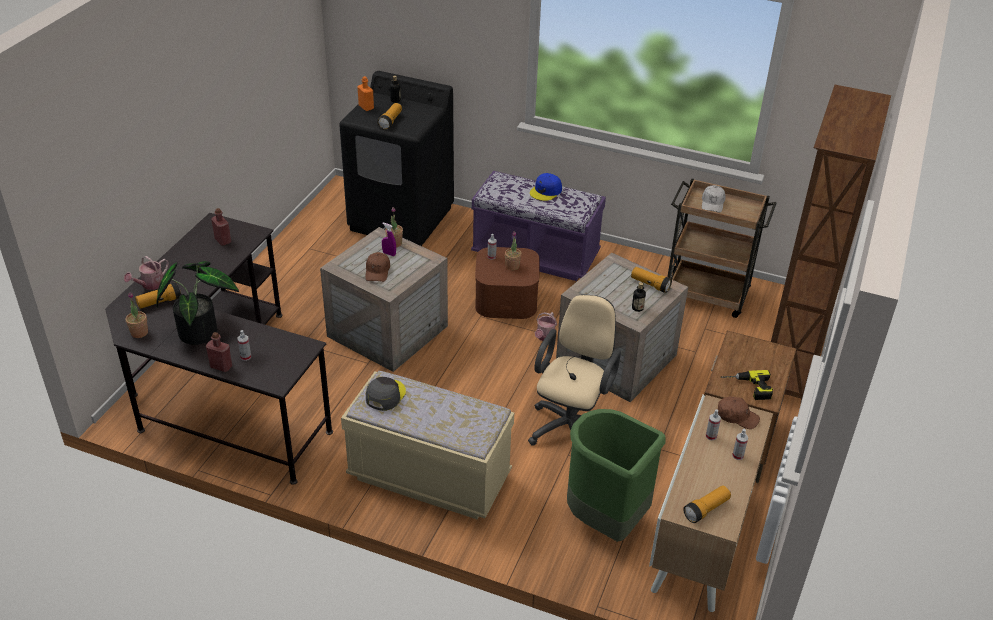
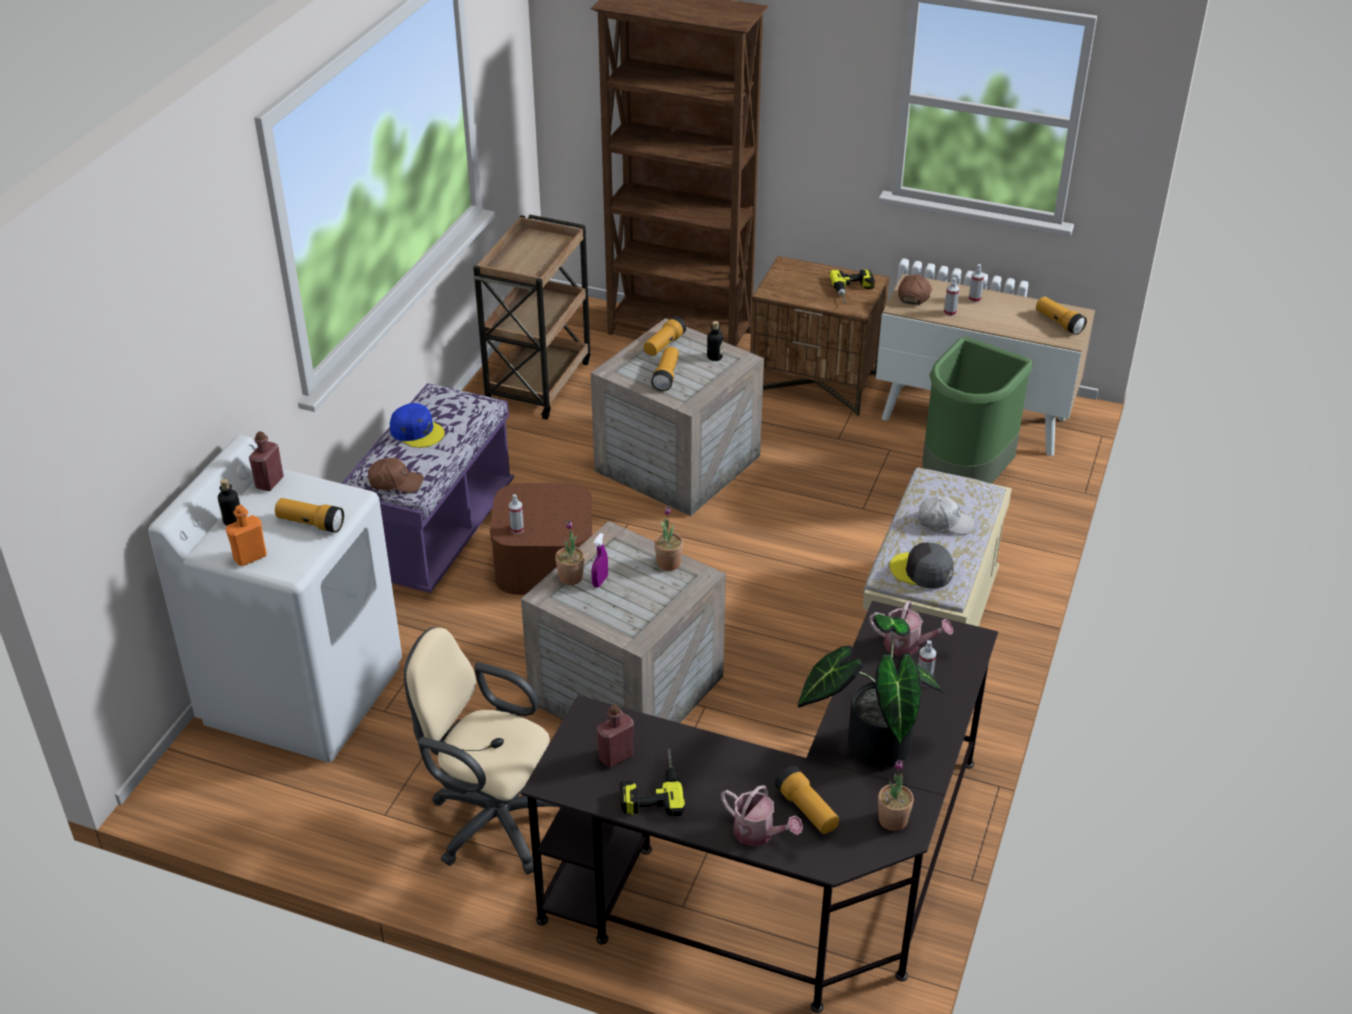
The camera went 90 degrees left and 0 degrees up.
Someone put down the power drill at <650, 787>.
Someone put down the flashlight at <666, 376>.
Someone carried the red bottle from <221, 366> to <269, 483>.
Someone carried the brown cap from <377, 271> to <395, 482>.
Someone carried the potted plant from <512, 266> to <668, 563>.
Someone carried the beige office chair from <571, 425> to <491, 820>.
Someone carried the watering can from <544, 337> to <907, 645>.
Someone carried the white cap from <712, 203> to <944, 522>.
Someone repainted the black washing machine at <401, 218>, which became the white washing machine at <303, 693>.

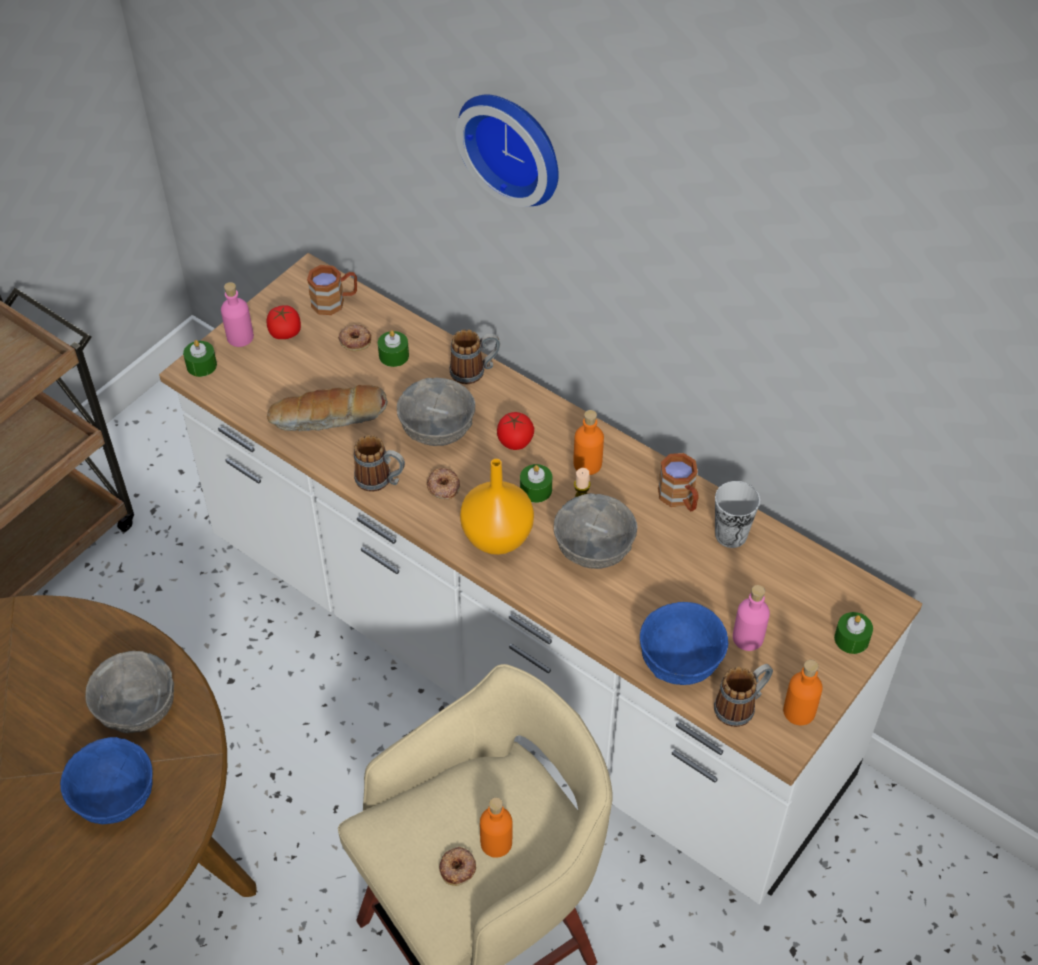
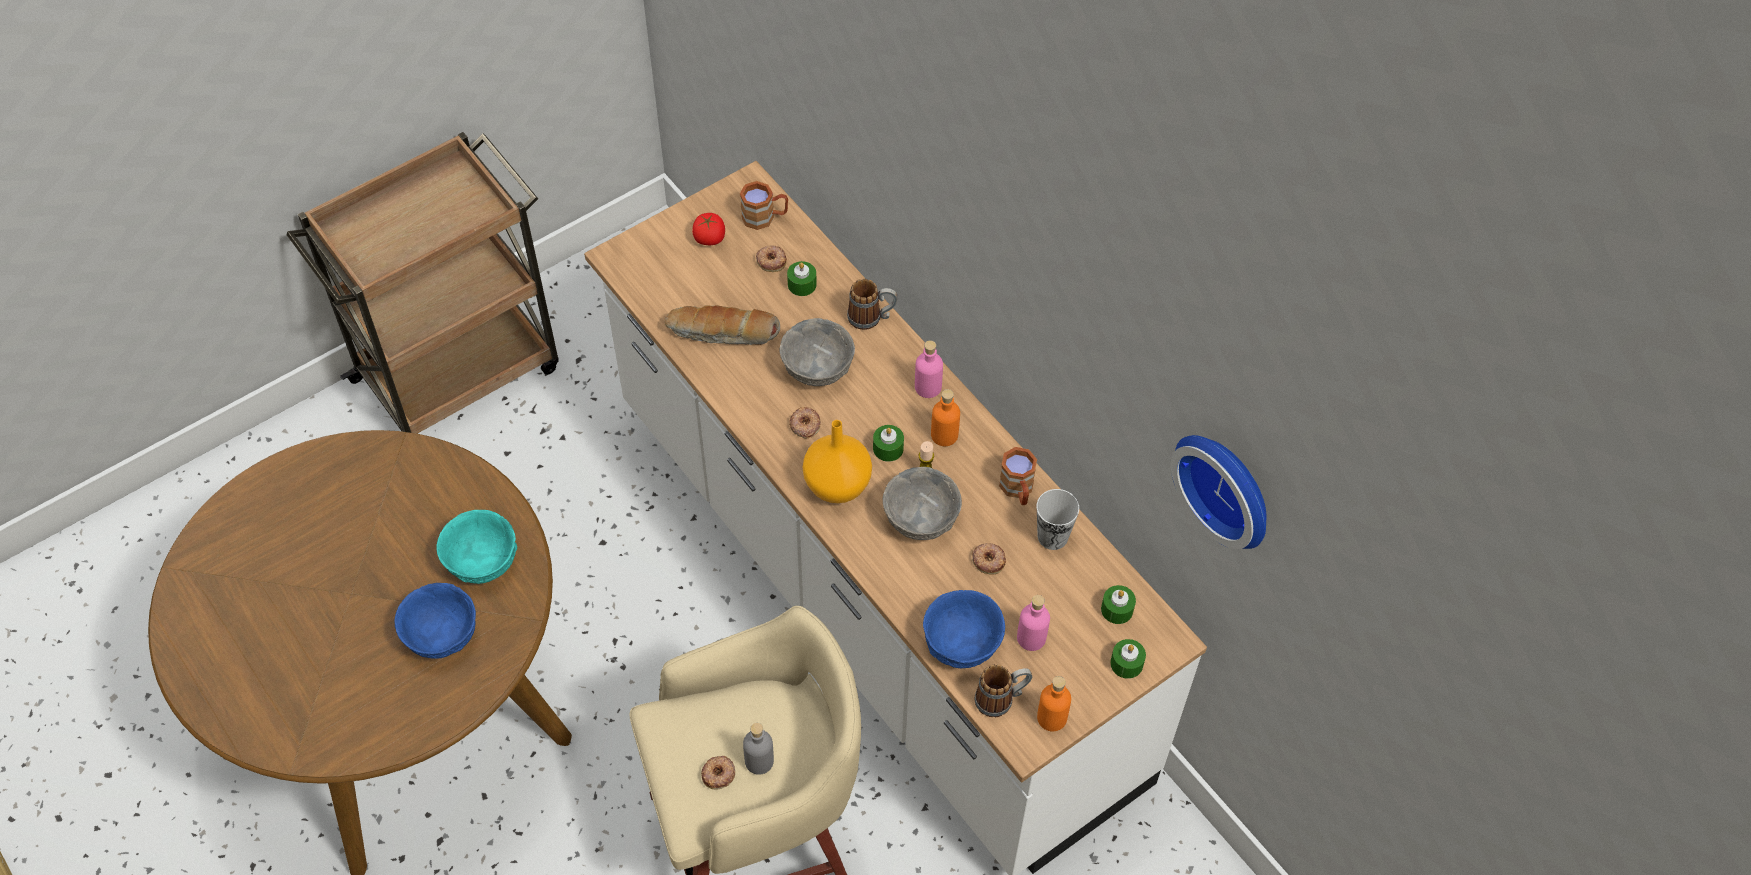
The camera went 15 degrees right and 5 degrees up.
Someone took away the mug at <380, 481>.
Someone took away the tomato at <515, 441>.
Someone put down the donut at <988, 560>.
Someone carried the green candle from <201, 365> to <1117, 609>.
Someone carried the pink bottle from <240, 337> to <928, 387>.
Someone carried the wall clock from <514, 145> to <1228, 486>.
Someone repainted the grey bowl at <137, 707>, which became the turquoise bowl at <482, 560>.
Someone repainted the orange bottle at <496, 843>, which became the grey bottle at <759, 761>.

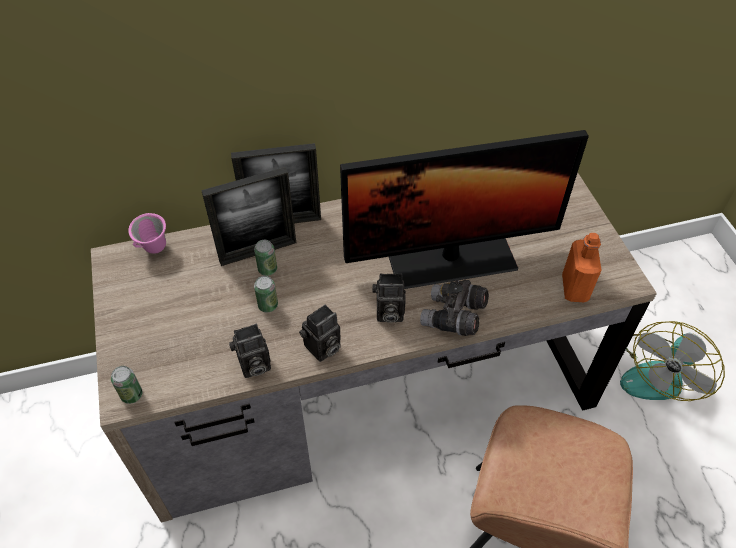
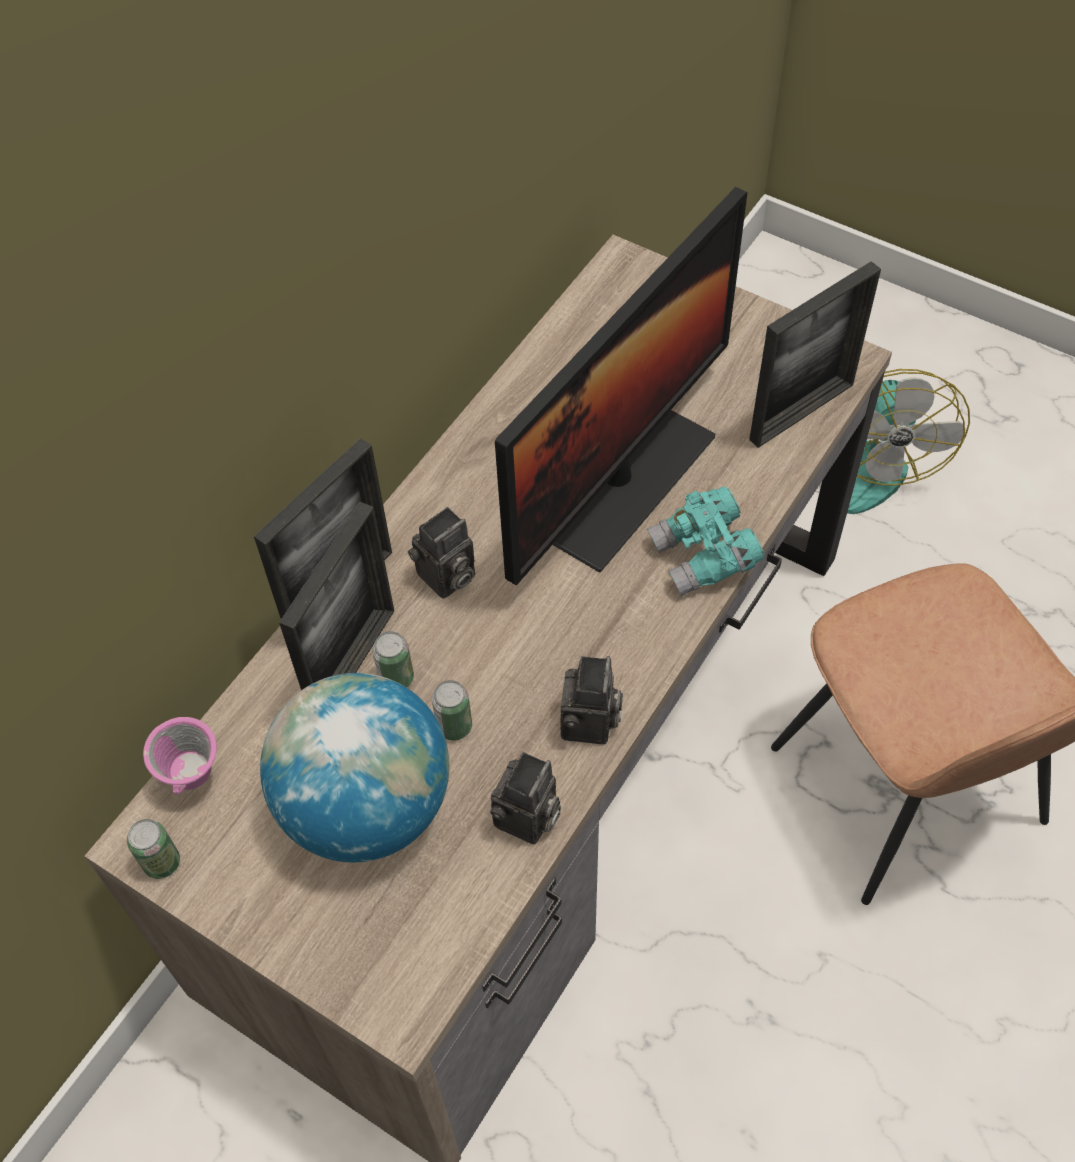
The camera went 40 degrees left and 5 degrees up.
Someone put down the globe at <366, 806>.
Someone carried the can from <132, 395> to <162, 862>.
Someone carried the photo camera from <388, 313> to <446, 578>.
Someone swapped the orange bottle at <574, 288> for the picture frame at <801, 412>.
Someone repainted the grey binoculars at <453, 317>, which became the turquoise binoculars at <704, 557>.

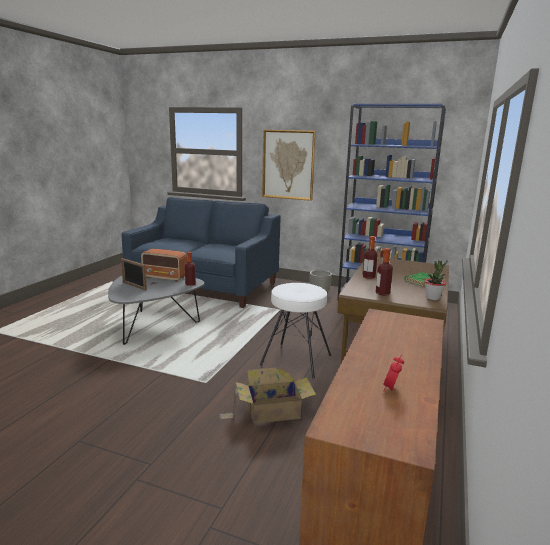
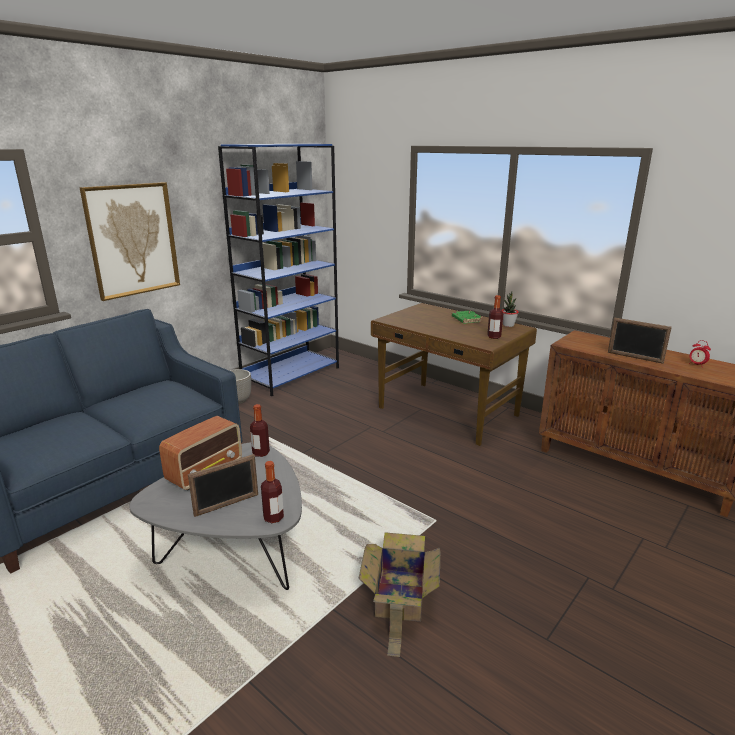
The camera went 70 degrees left and 5 degrees up.
Someone took away the white stool at <296, 359>.
Someone put down the picture frame at <634, 357>.
Someone carried the cardboard box from <271, 411> to <399, 597>.
Someone carried the bottle from <368, 277> to <273, 517>.

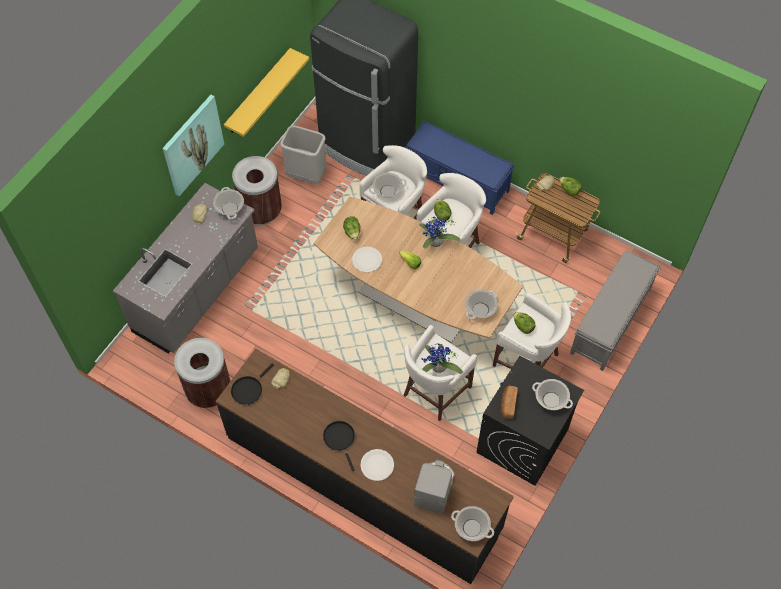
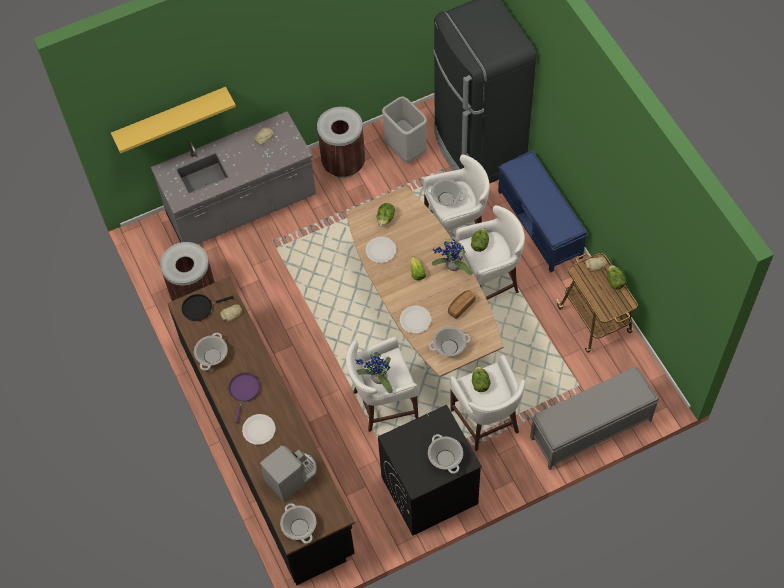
The camera went 35 degrees right and 0 degrees up.
Someone took away the picture at <192, 144>.
Someone put down the white plate at <415, 320>.
Someone carried the cooking pot from <230, 208> to <212, 356>.
Someone carried the yellow shelf from <258, 92> to <170, 116>.
Someone carried the bread from <508, 404> to <461, 306>.
Someone repainted the black frying pan at <340, 439>, which became the purple frying pan at <244, 391>.

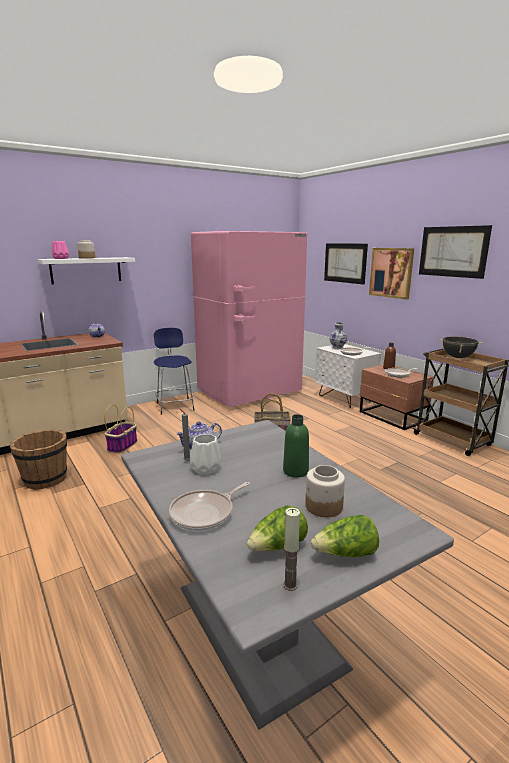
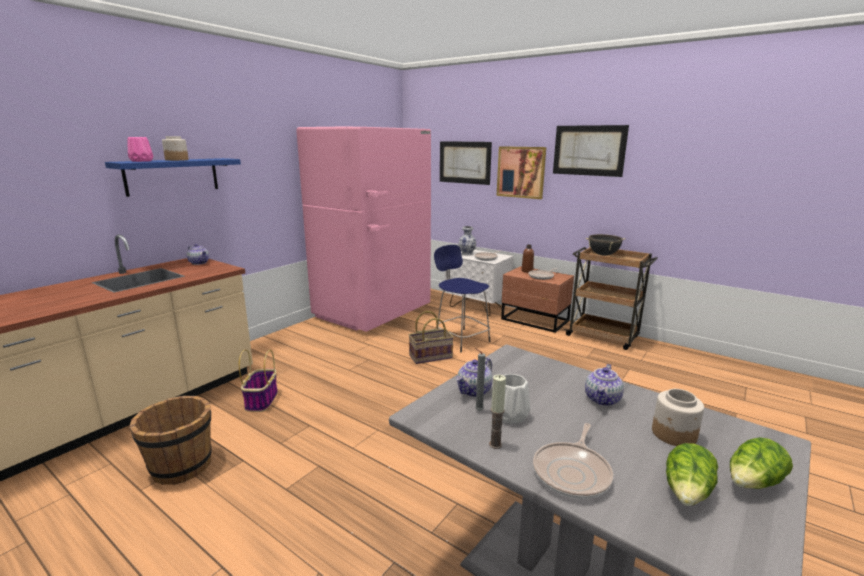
The camera went 20 degrees left and 0 degrees up.
Someone carried the blue stool from <175, 406> to <461, 339>.
Someone carried the candle from <290, 585> to <495, 444>.
Someone swapped the green bottle at <295, 471> for the teapot at <602, 399>.
Someone repainted the white shelf at <86, 270>, which became the blue shelf at <172, 176>.

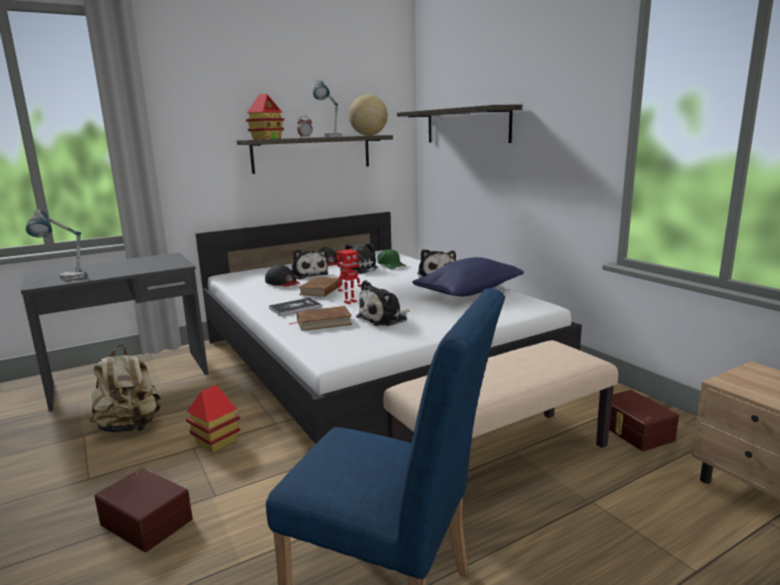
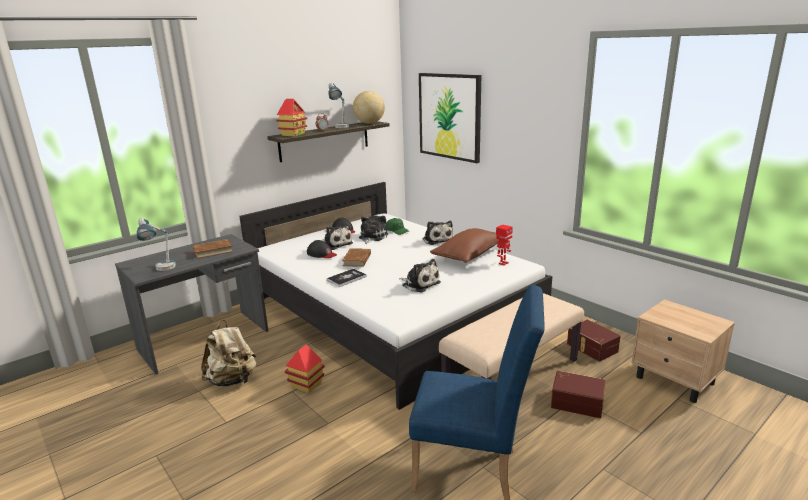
The camera went 10 degrees left and 5 degrees up.
Someone carried the brown storage box from <148, 520> to <577, 402>.
Someone carried the brown book from <323, 322> to <213, 251>.
Someone carried the toy robot from <350, 301> to <503, 263>.
Someone swapped the shelf at <466, 125> for the picture at <449, 116>.
Someone repainted the blue pillow at <469, 292>, which became the brown pillow at <469, 255>.
Someone rotated the plush toy at <384, 318> by 90 degrees counterclockwise.

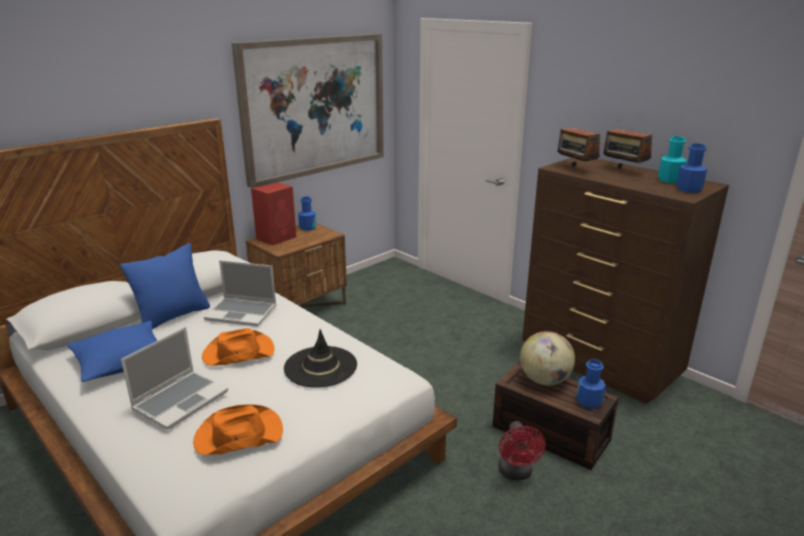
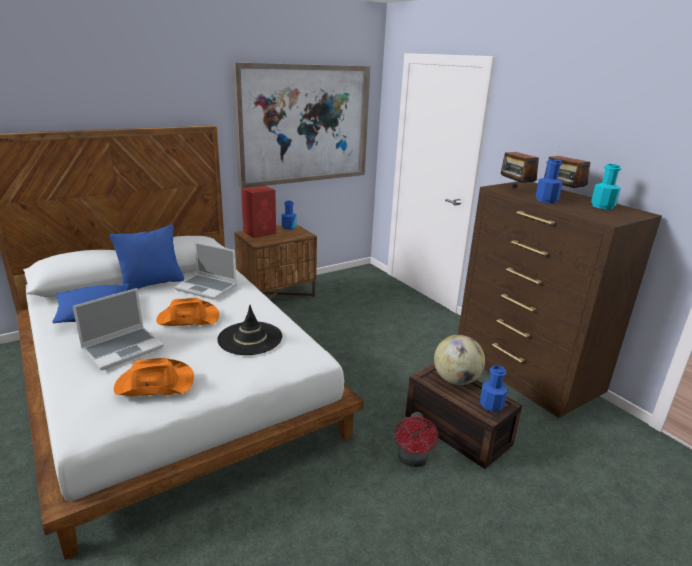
The camera went 10 degrees right and 0 degrees up.
Someone carried the blue bottle from <689, 189> to <546, 200>.

